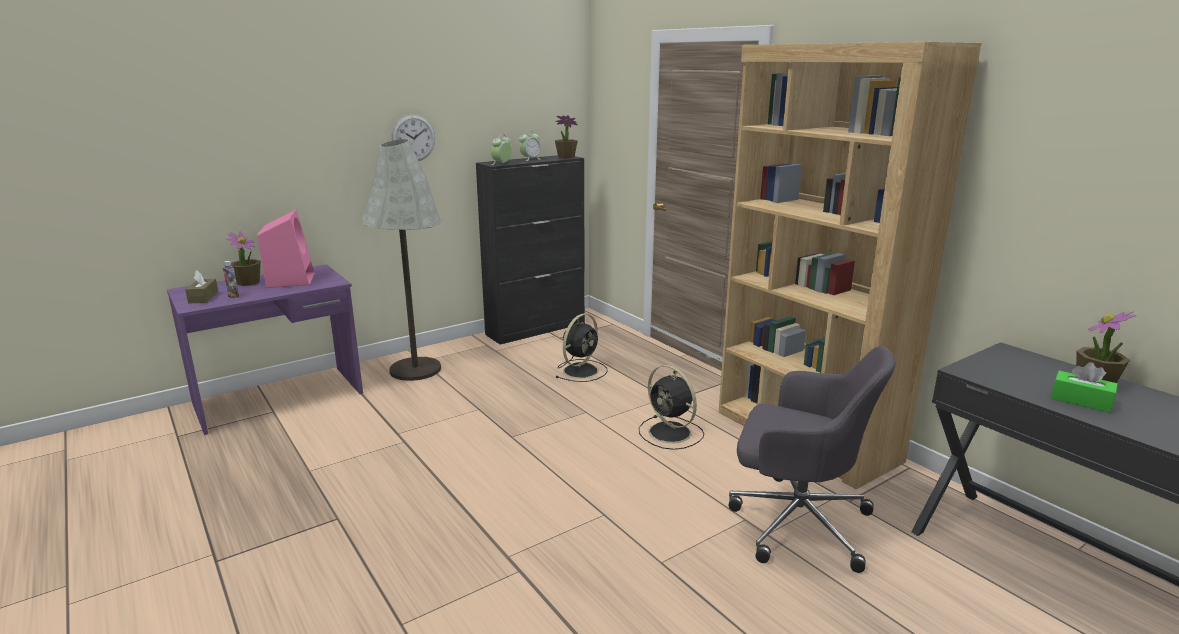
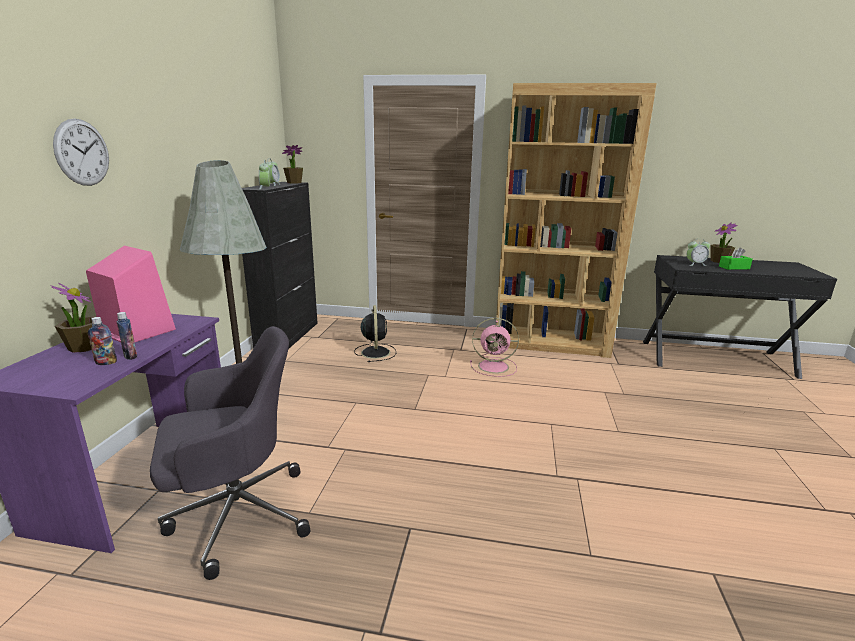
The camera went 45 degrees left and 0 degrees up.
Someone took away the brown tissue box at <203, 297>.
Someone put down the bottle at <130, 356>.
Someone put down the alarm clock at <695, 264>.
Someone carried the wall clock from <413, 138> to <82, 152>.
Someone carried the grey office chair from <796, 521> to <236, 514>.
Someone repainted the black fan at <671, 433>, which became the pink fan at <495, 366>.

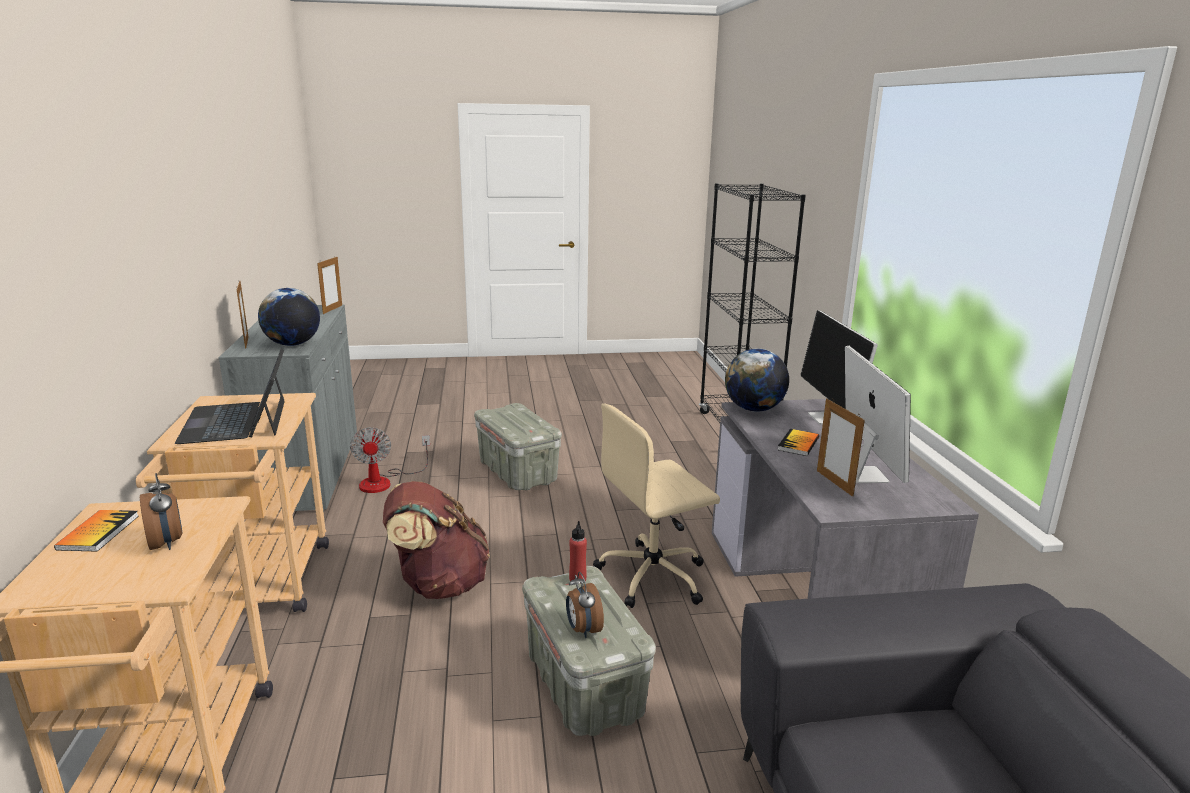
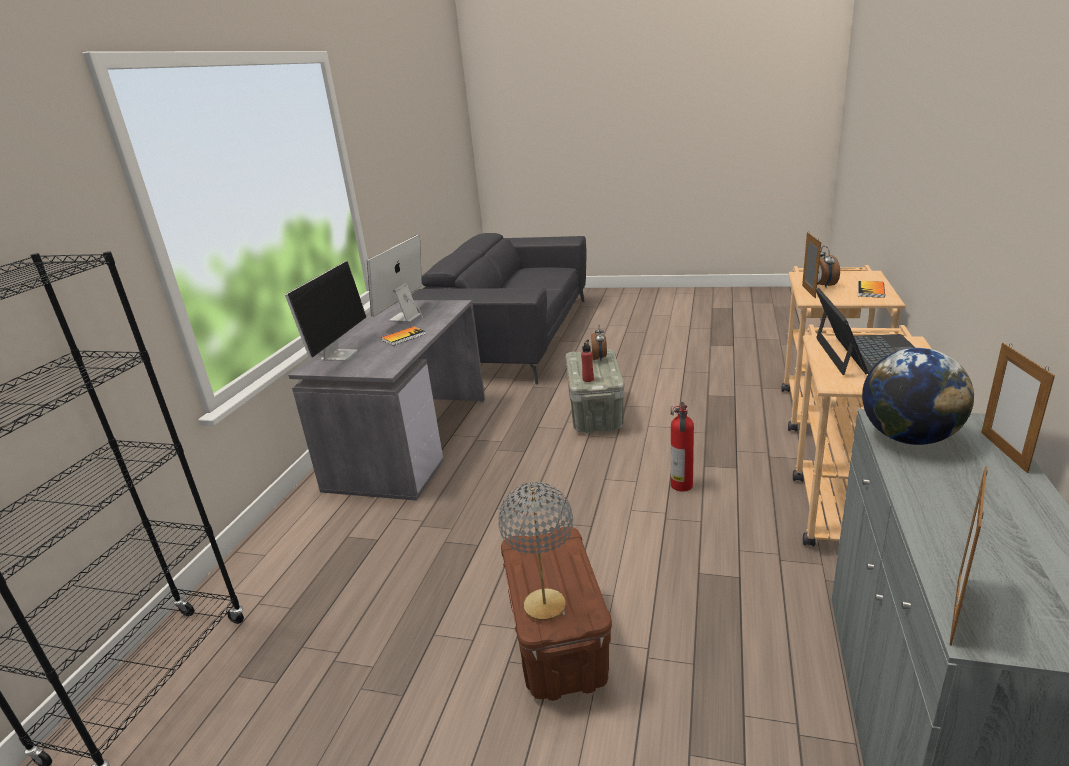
The camera went 155 degrees left and 5 degrees up.
Someone took away the fan at <384, 481>.
Someone took away the beige office chair at <654, 576>.
Someone took away the globe at <754, 409>.
Someone put down the grey table lamp at <544, 605>.
Someone carried the picture frame from <834, 483> to <808, 291>.
Someone swapped the brown backpack at <438, 585> for the fire extinguisher at <681, 486>.
Someone repainted the grey storage box at <517, 472>, which became the brown storage box at <558, 644>.

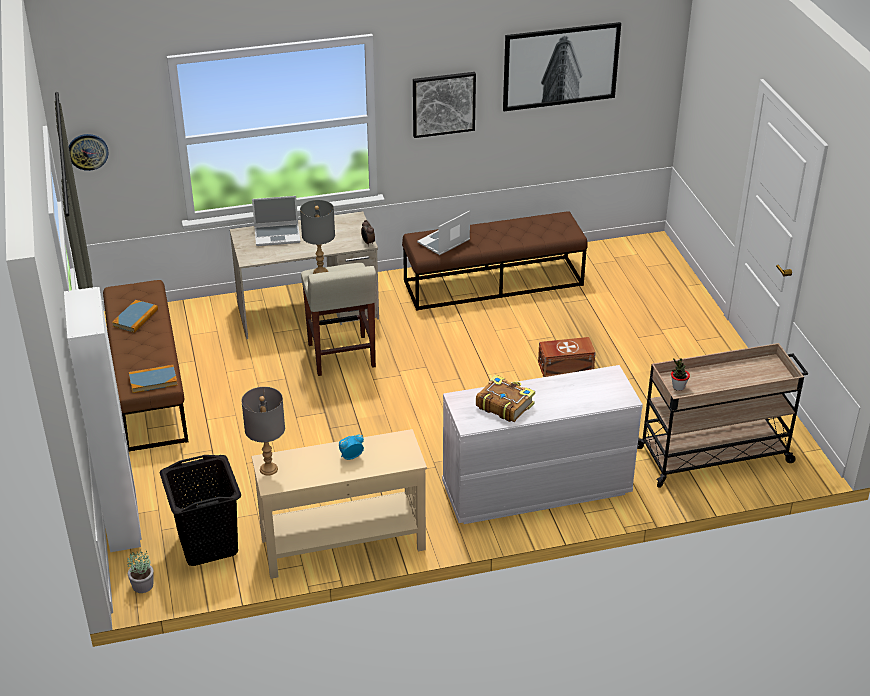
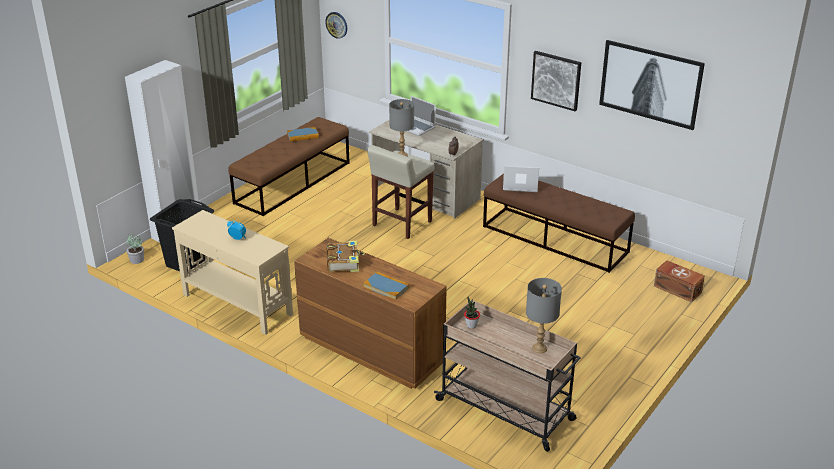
The camera went 50 degrees right and 5 degrees down.
Someone carried the book from <153, 380> to <386, 287>.
Someone carried the grey table lamp from <269, 469> to <539, 348>.
Someone carried the brown storage box from <564, 366> to <677, 289>.
Someone repainted the white dresser at <535, 489>, which became the brown dresser at <370, 350>.

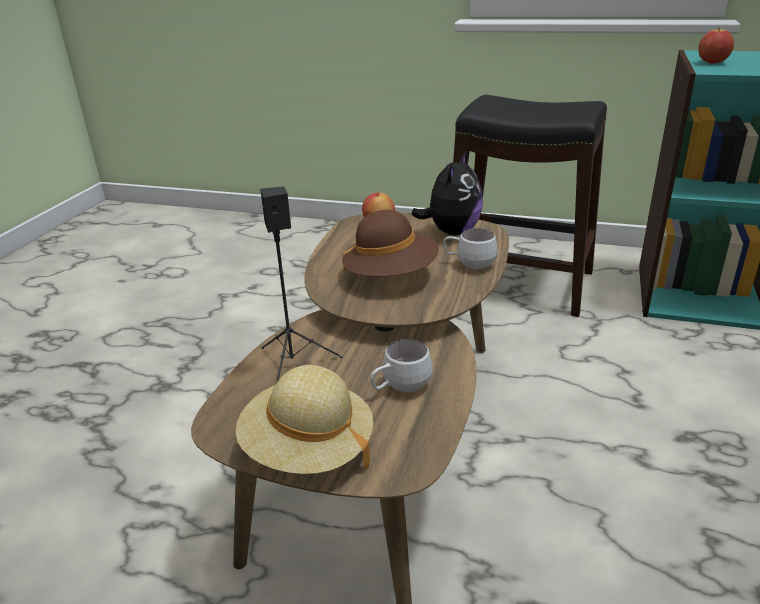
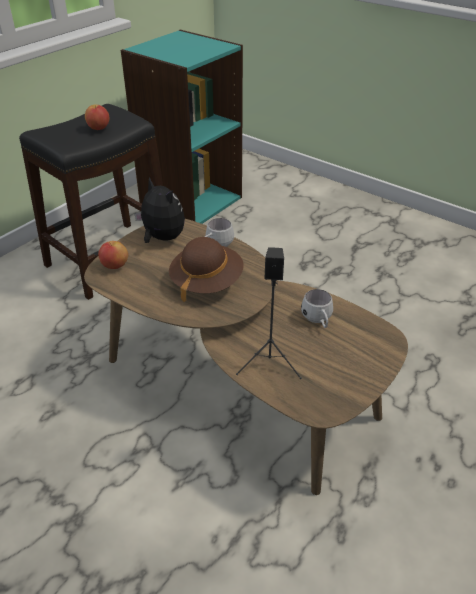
The camera went 70 degrees left and 10 degrees up.
Someone took away the beige hat at <308, 449>.
Someone carried the apple from <712, 62> to <98, 128>.

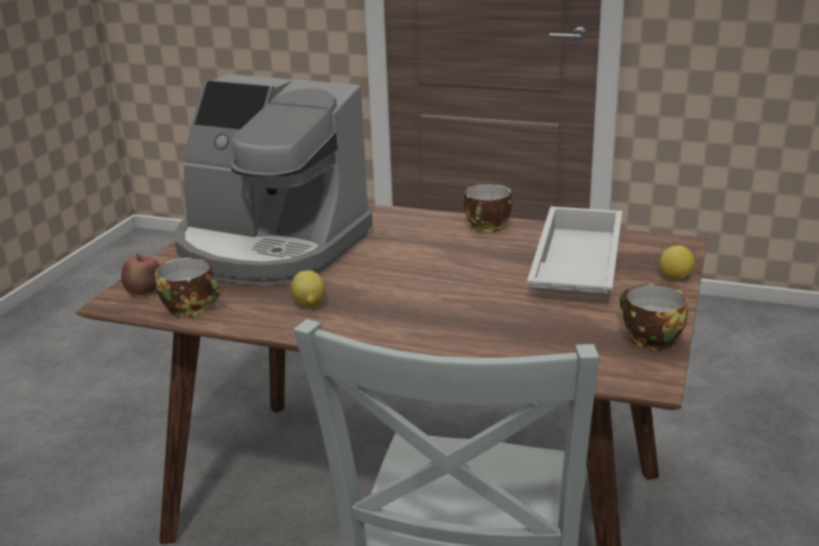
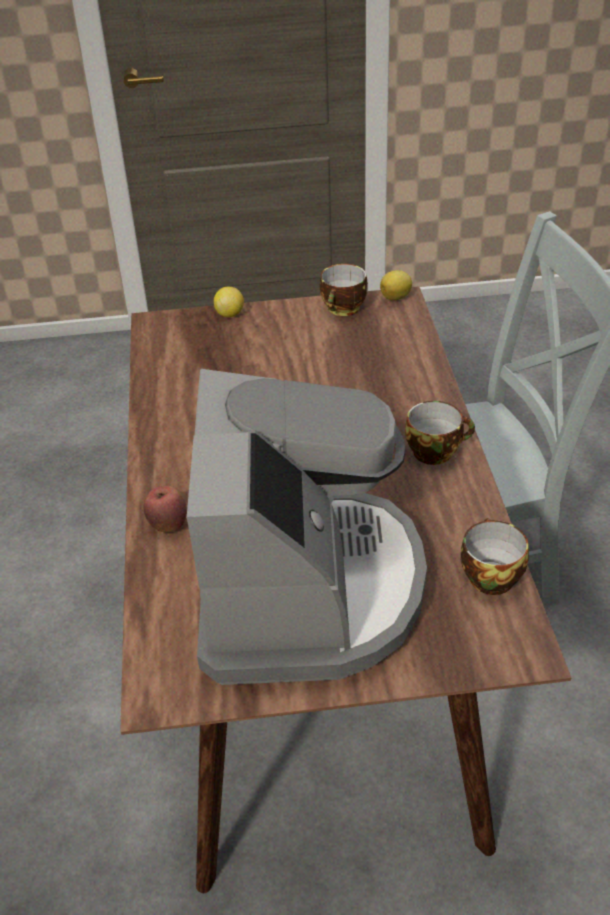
The camera went 115 degrees left and 15 degrees up.
Someone took away the white tray at <574, 265>.
Someone carried the apple from <144, 293> to <168, 525>.
Someone carried the lemon from <309, 305> to <396, 297>.
Someone carried the cup from <488, 228> to <435, 451>.

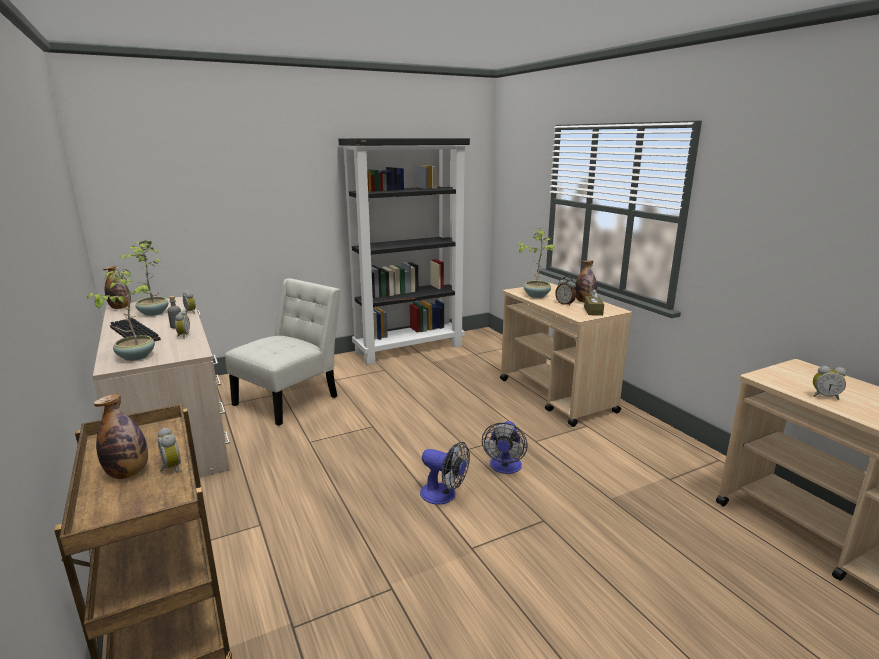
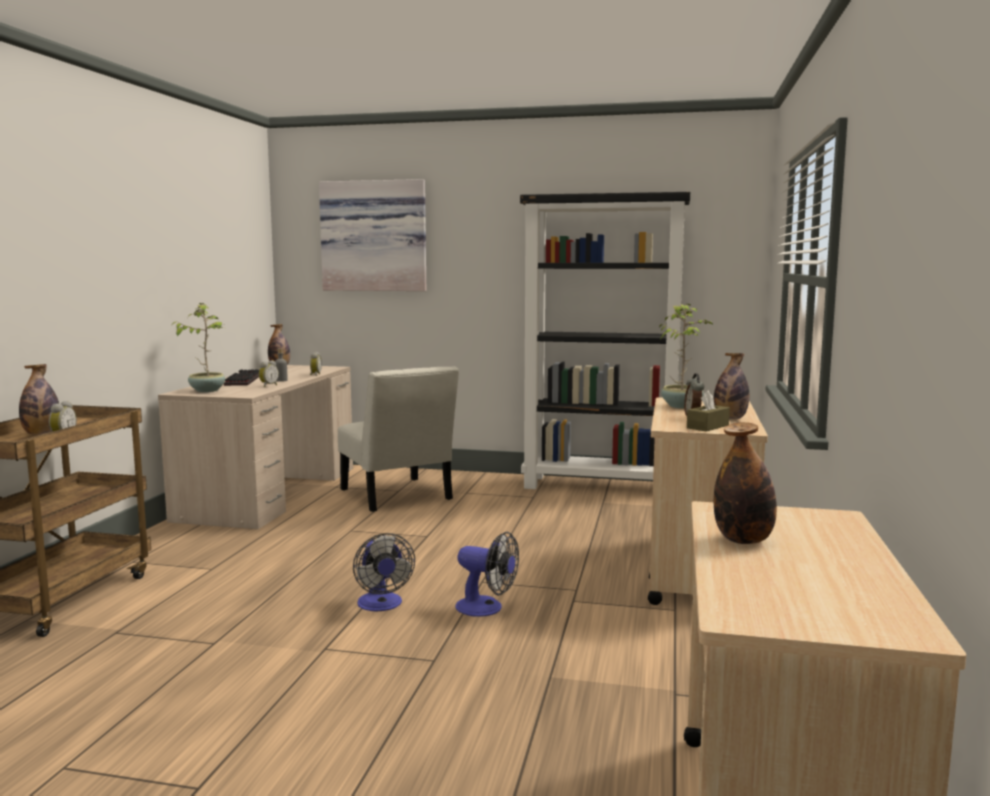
The camera went 40 degrees right and 10 degrees down.
Someone took away the potted plant at <153, 313>.
Someone put up the picture at <375, 236>.
Someone swapped the alarm clock at <824, 396> for the bottle at <743, 540>.
Someone rotated the white chair at <291, 399> by 75 degrees clockwise.
Someone rotated the fan at <505, 468> by 120 degrees counterclockwise.

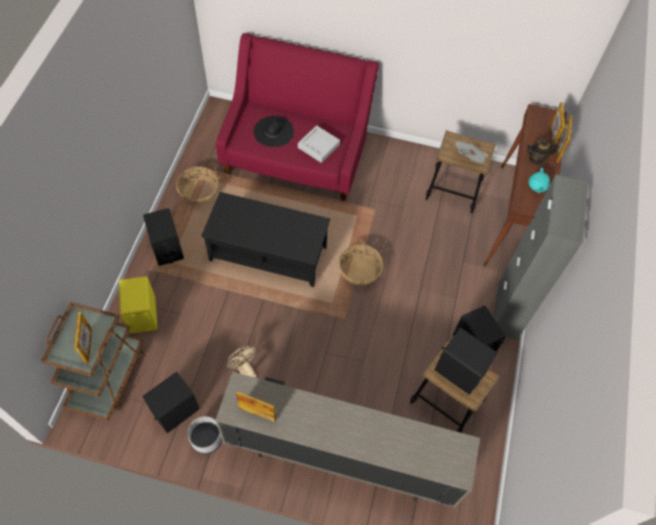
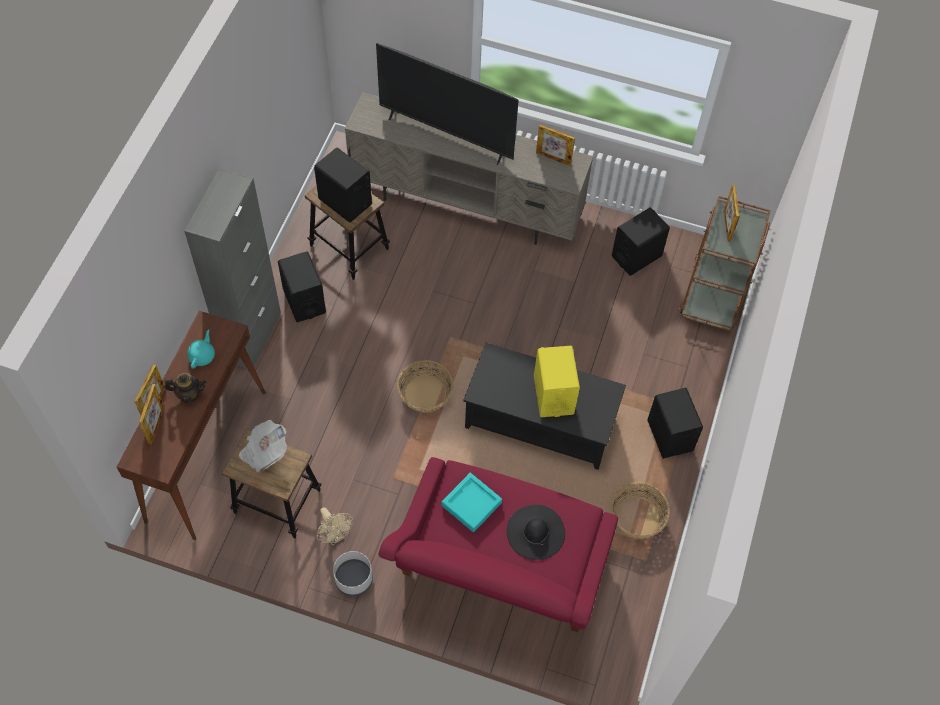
The camera went 175 degrees left and 0 degrees up.
Someone put down the television at <446, 136>.
Someone carried the yellow speaker from <143, 315> to <553, 395>.
Someone carried the grey planter from <207, 439> to <353, 580>.
Someone carried the beige fan from <244, 370> to <335, 535>.
Someone repainted the grey tray at <318, 146>, which became the turquoise tray at <471, 504>.

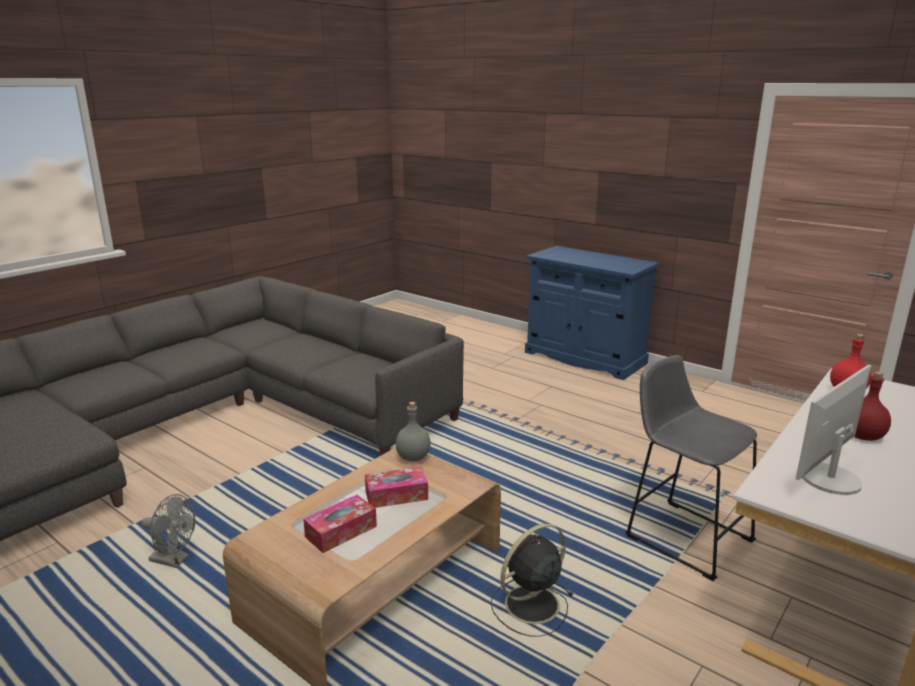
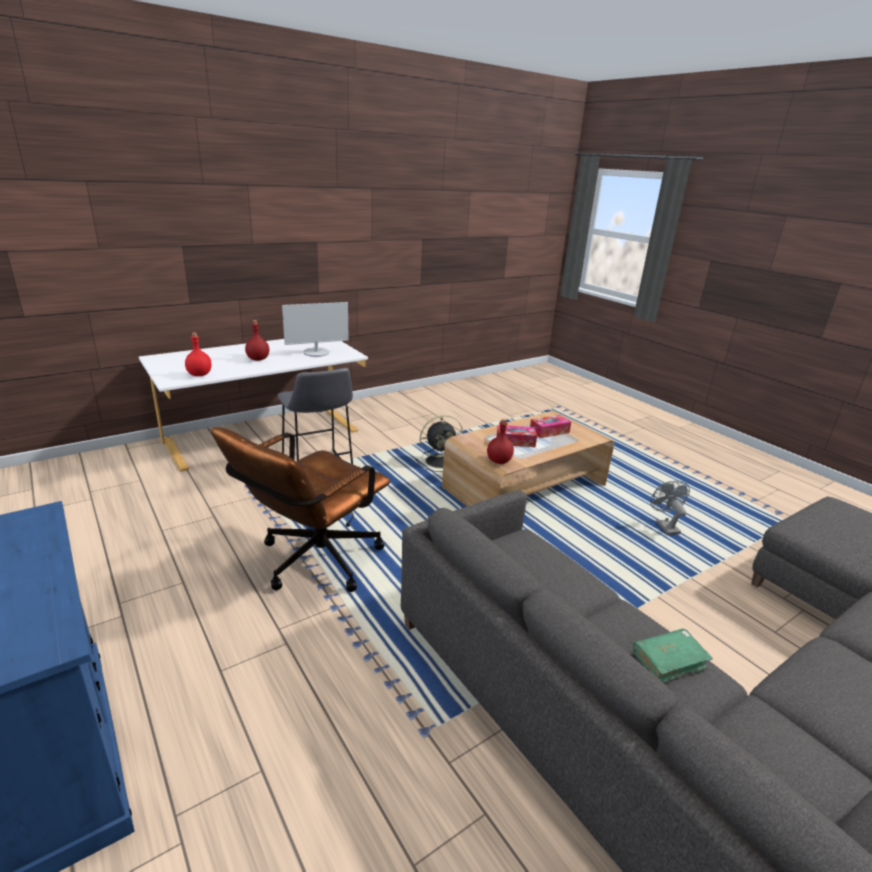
The camera went 165 degrees left and 5 degrees up.
Someone put down the brown office chair at <312, 563>.
Someone put down the green book at <669, 661>.
Someone repainted the grey bottle at <414, 457>, which became the red bottle at <498, 461>.
Someone rotated the grey fan at <174, 560> by 45 degrees clockwise.

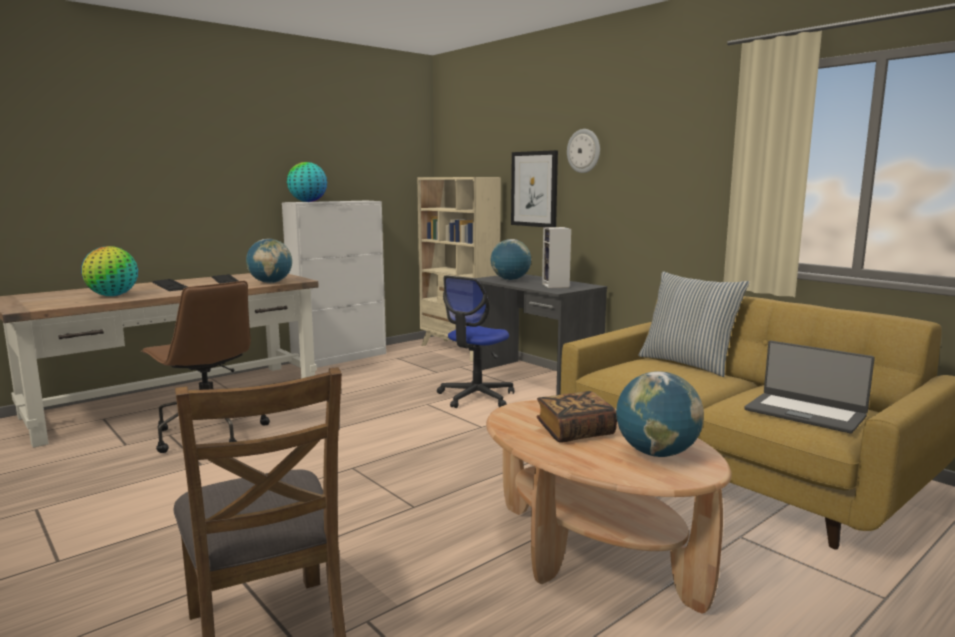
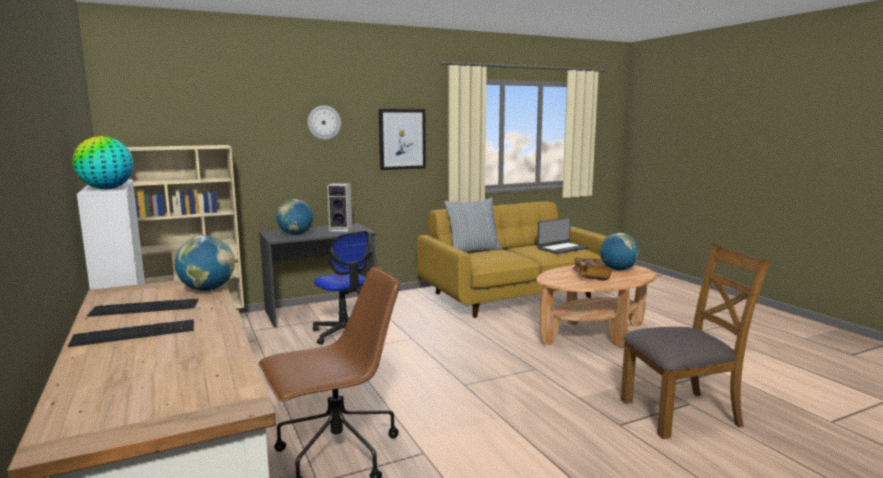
The camera went 75 degrees left and 0 degrees up.
Someone took away the globe at <113, 296>.
Someone carried the picture from <534, 189> to <402, 139>.

